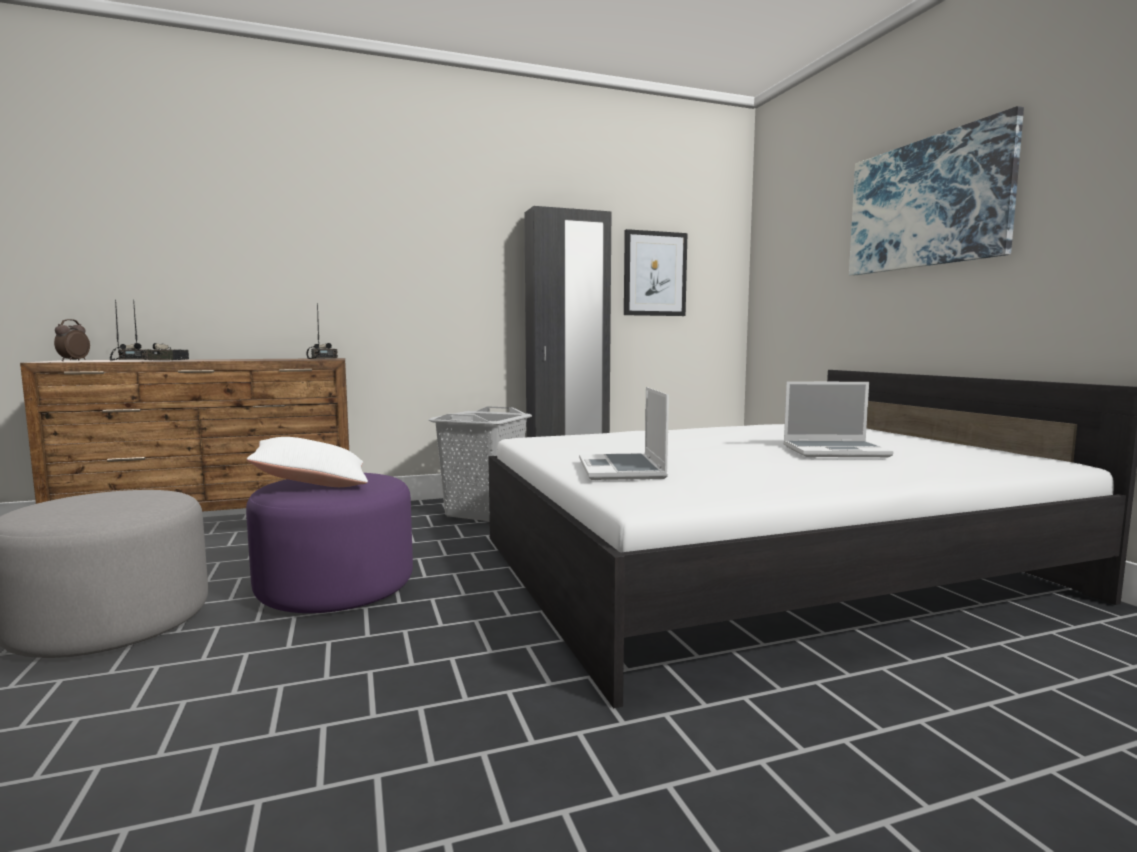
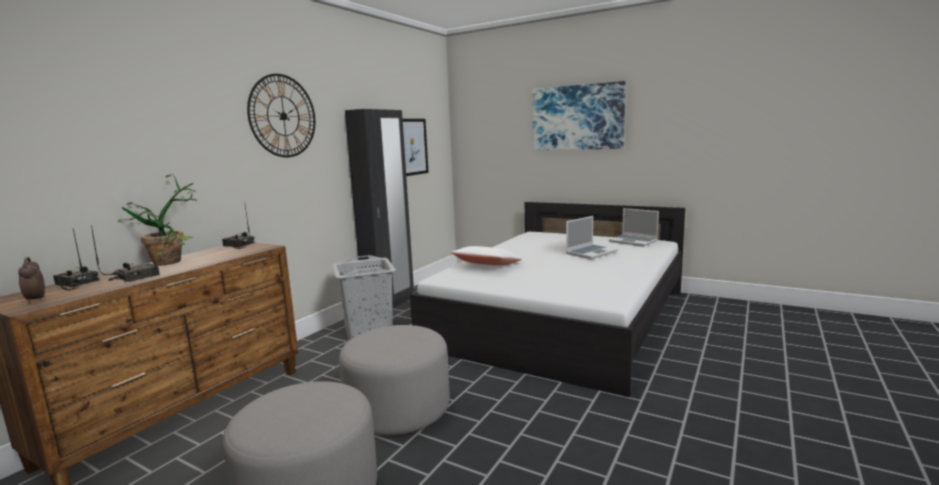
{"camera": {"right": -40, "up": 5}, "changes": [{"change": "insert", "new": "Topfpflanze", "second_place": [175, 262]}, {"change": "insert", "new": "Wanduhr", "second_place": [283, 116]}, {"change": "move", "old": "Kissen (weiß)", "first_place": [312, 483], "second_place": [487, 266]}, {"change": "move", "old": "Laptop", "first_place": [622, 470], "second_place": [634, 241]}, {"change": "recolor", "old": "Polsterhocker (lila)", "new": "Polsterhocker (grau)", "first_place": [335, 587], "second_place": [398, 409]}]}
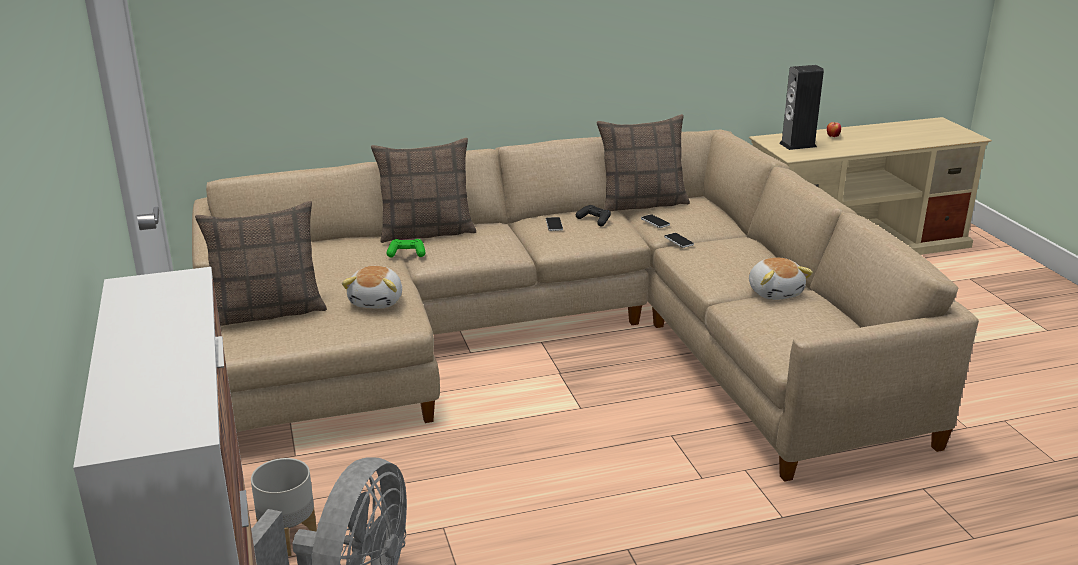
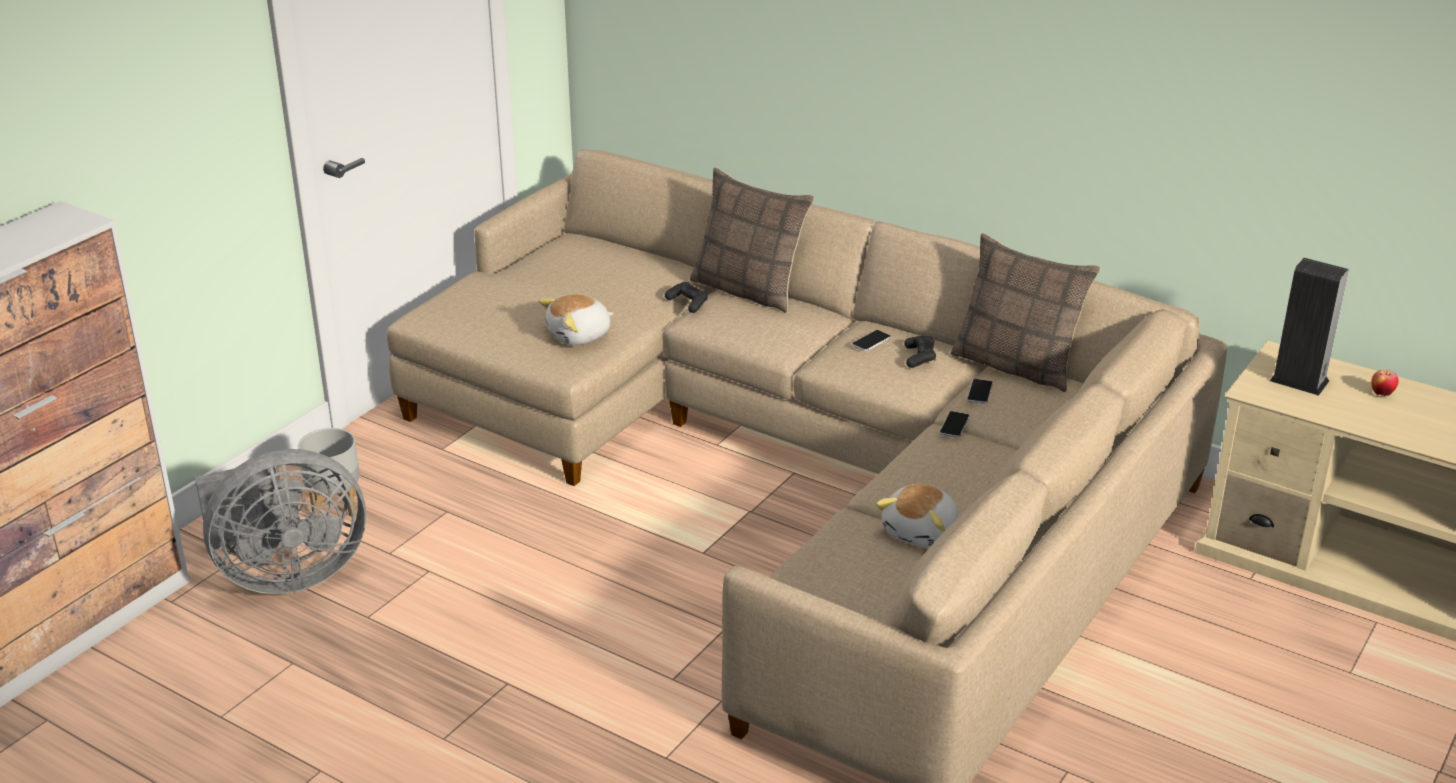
{"camera": {"right": 50, "up": 5}, "changes": [{"change": "delete", "old": "Kissen", "first_place": [268, 311]}, {"change": "recolor", "old": "Gamepad (grün)", "new": "Gamepad (schwarz)", "first_place": [406, 253], "second_place": [688, 303]}]}
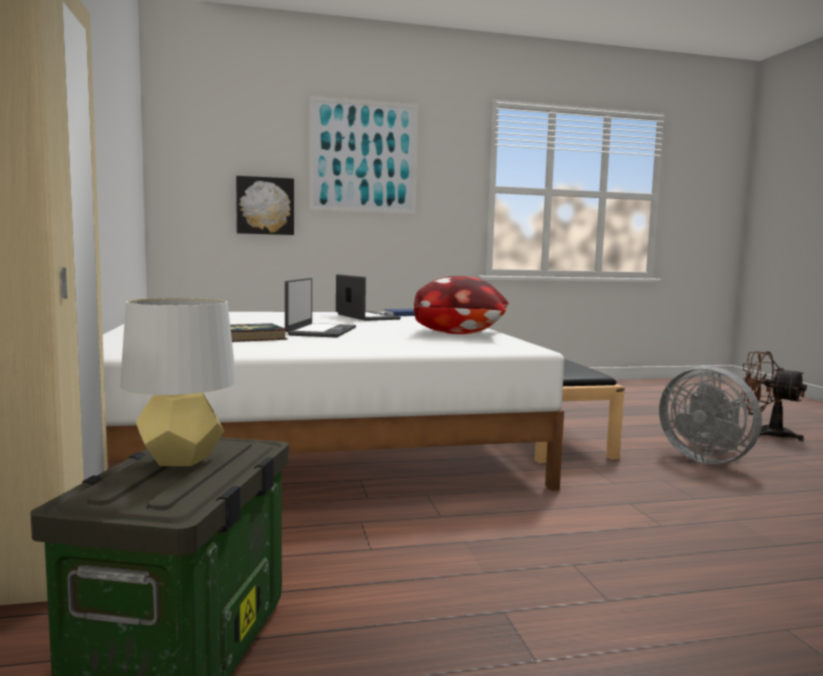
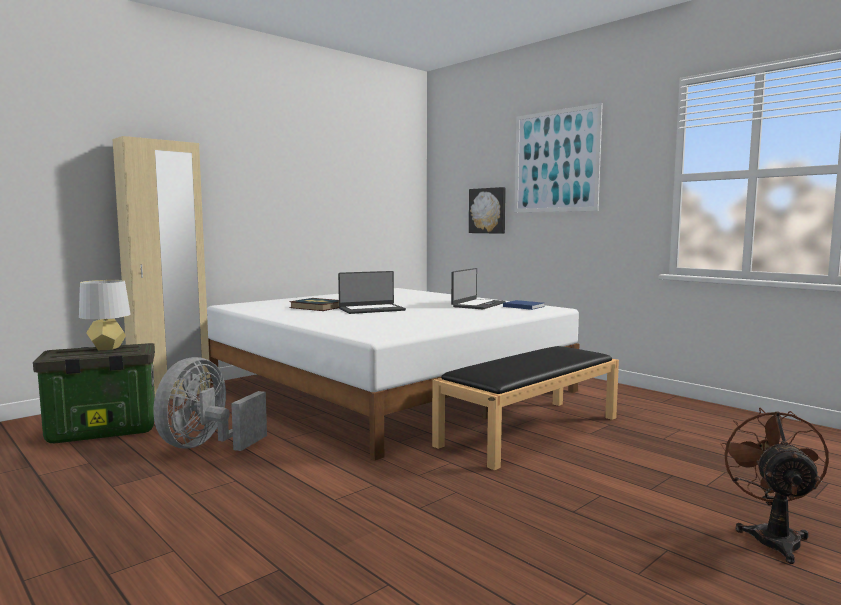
{"camera": {"right": 60, "up": 0}, "changes": [{"change": "delete", "old": "Kissen", "first_place": [462, 333]}, {"change": "move", "old": "Ventilator (grau)", "first_place": [706, 459], "second_place": [206, 446]}]}
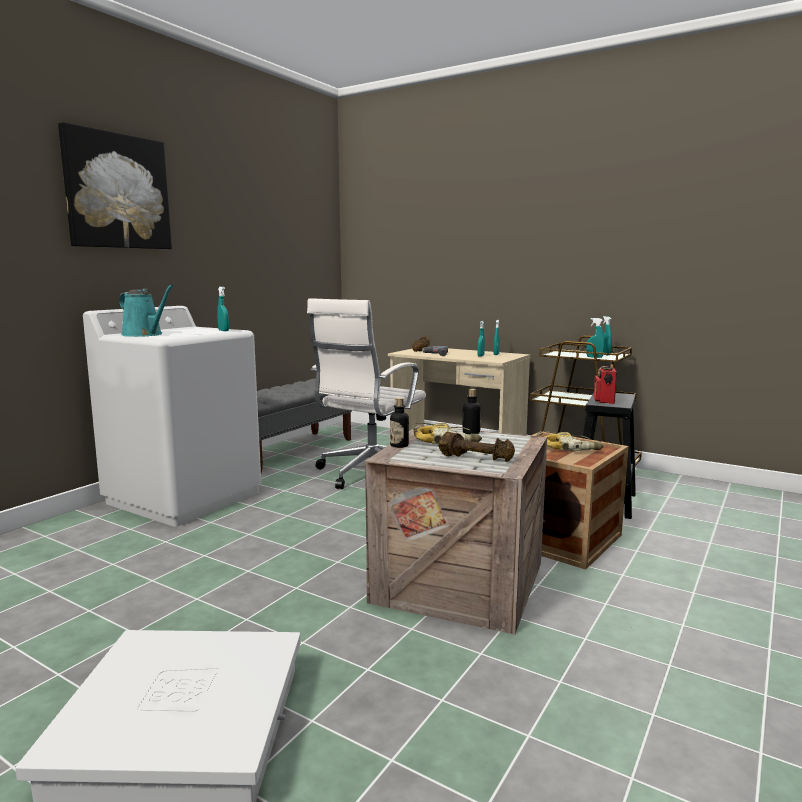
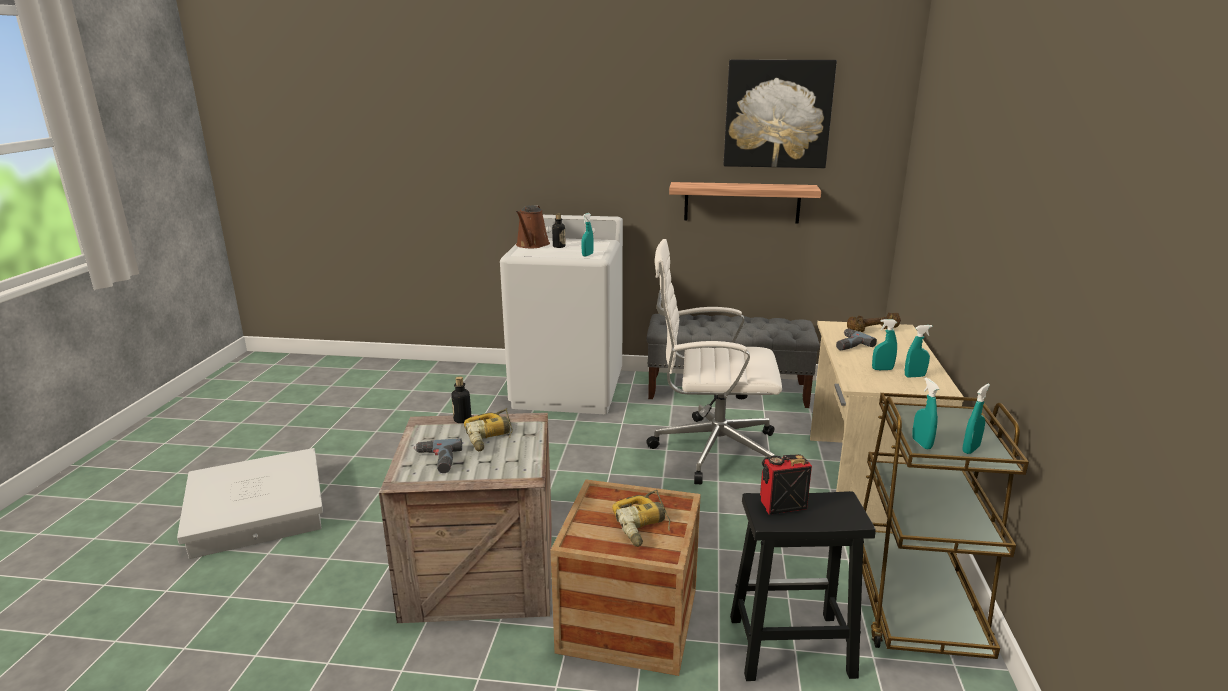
{"camera": {"right": 65, "up": 10}, "changes": [{"change": "insert", "new": "Wandregal", "second_place": [742, 202]}, {"change": "move", "old": "Bild", "first_place": [117, 191], "second_place": [777, 114]}, {"change": "move", "old": "Flasche", "first_place": [471, 433], "second_place": [559, 246]}, {"change": "replace", "old": "Hantel (braun)", "new": "Bohrmaschine", "first_place": [476, 458], "second_place": [437, 461]}, {"change": "recolor", "old": "Gießkanne (türkis)", "new": "Gießkanne (braun)", "first_place": [145, 334], "second_place": [531, 245]}]}
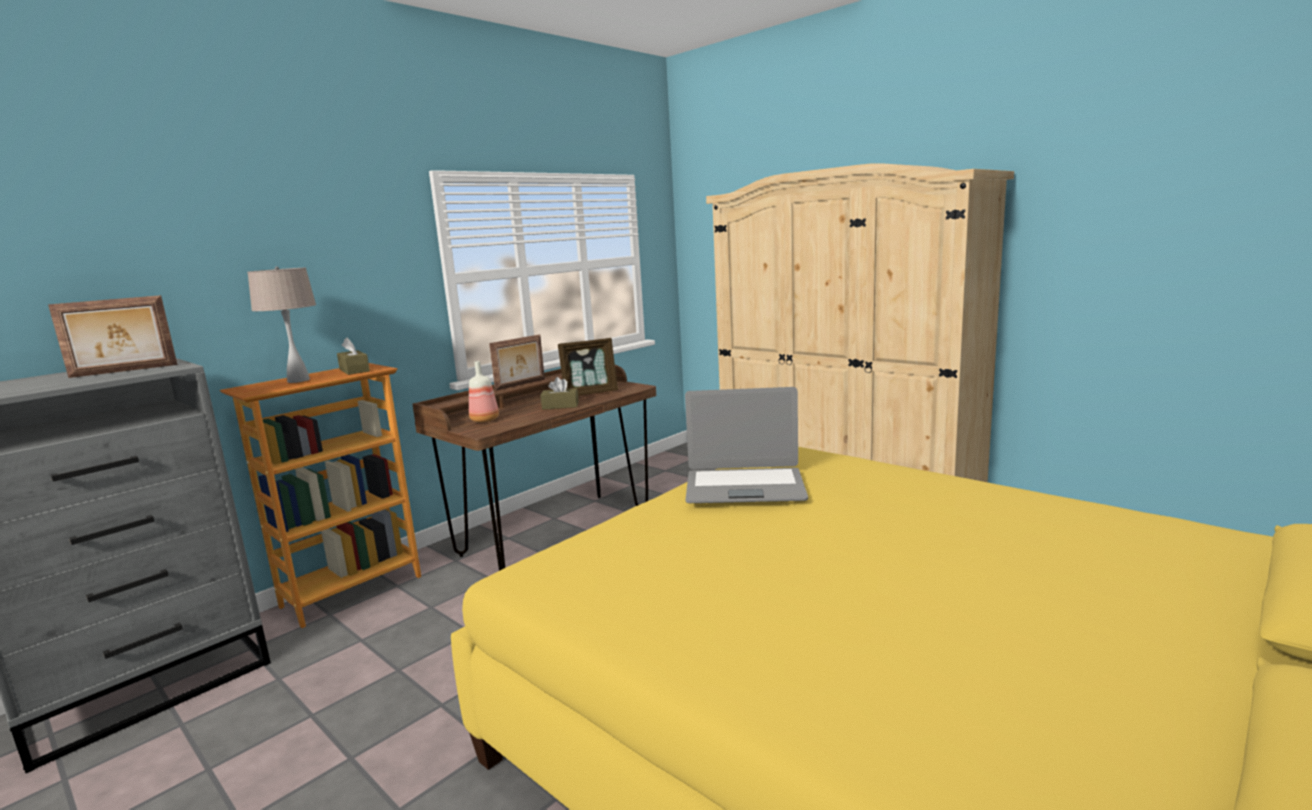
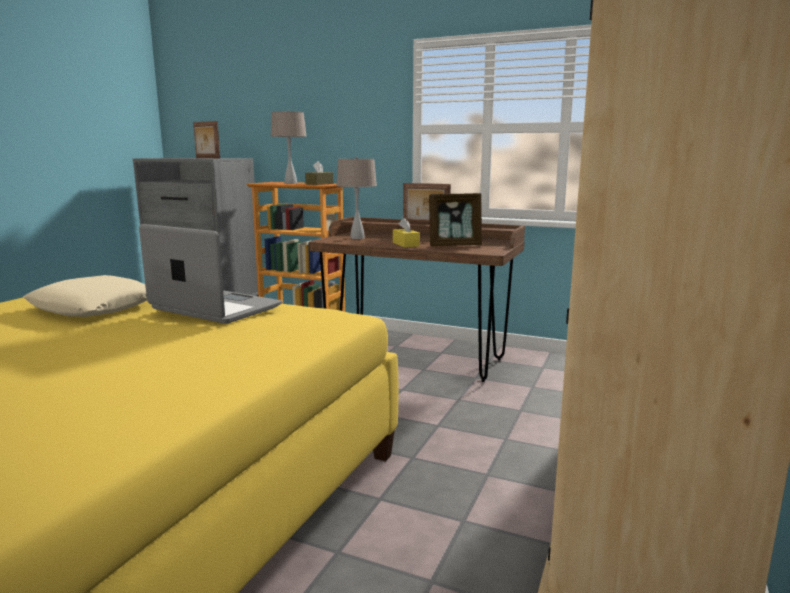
{"camera": {"right": 70, "up": 0}, "changes": [{"change": "insert", "new": "Kissen (beige)", "second_place": [93, 307]}, {"change": "replace", "old": "Flasche", "new": "Tischlampe (beige)", "first_place": [485, 420], "second_place": [357, 238]}, {"change": "recolor", "old": "Taschentuchbox (braun)", "new": "Taschentuchbox (gelb)", "first_place": [560, 406], "second_place": [405, 244]}, {"change": "rotate", "old": "Bilderrahmen", "first_place": [590, 393], "second_place": [455, 245], "degrees": -60}, {"change": "rotate", "old": "Laptop", "first_place": [744, 487], "second_place": [215, 308], "degrees": 135}]}
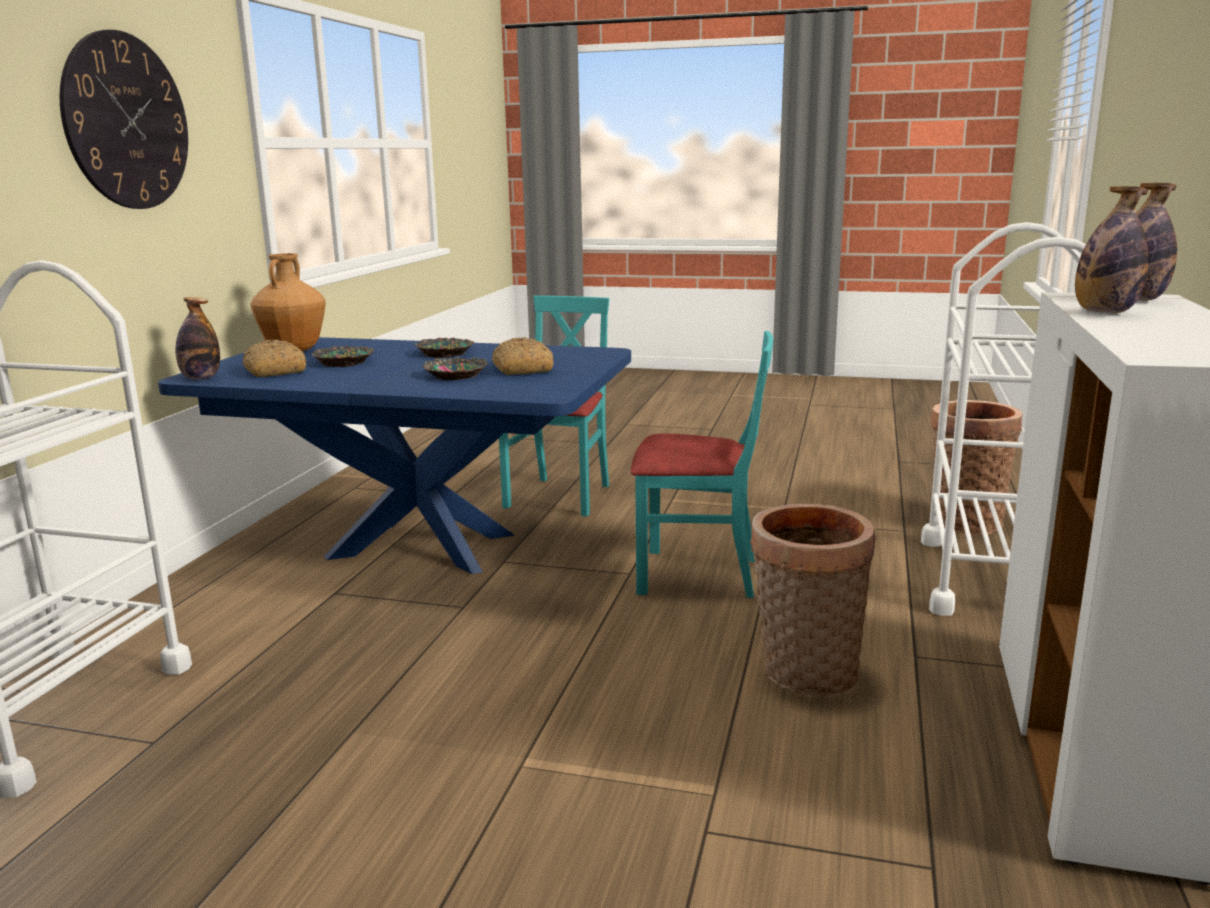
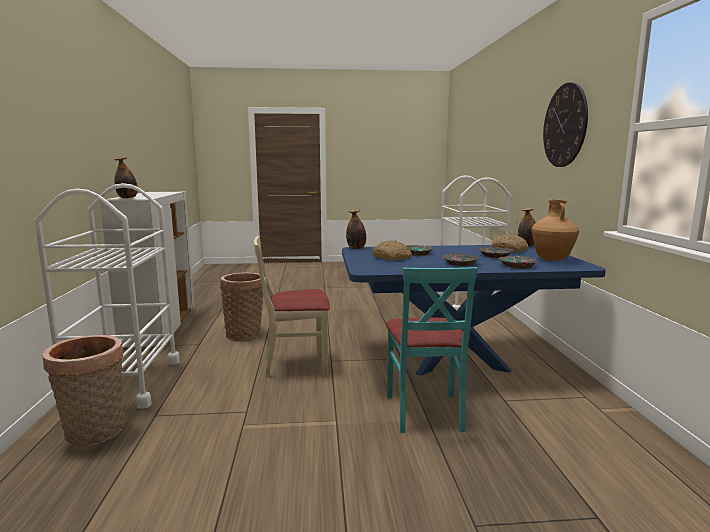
{"camera": {"right": 160, "up": -5}, "changes": [{"change": "insert", "new": "Schüssel", "second_place": [517, 265]}, {"change": "move", "old": "Flasche", "first_place": [1104, 312], "second_place": [356, 248]}, {"change": "recolor", "old": "Stuhl (türkis)", "new": "Stuhl (beige)", "first_place": [698, 574], "second_place": [295, 365]}]}
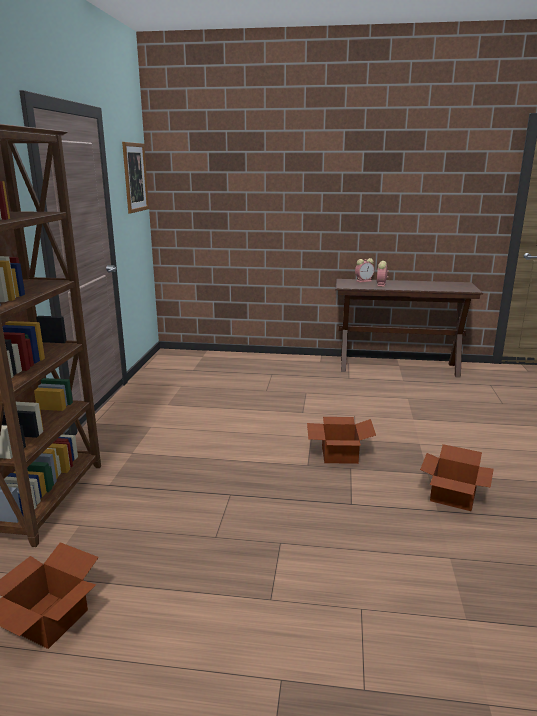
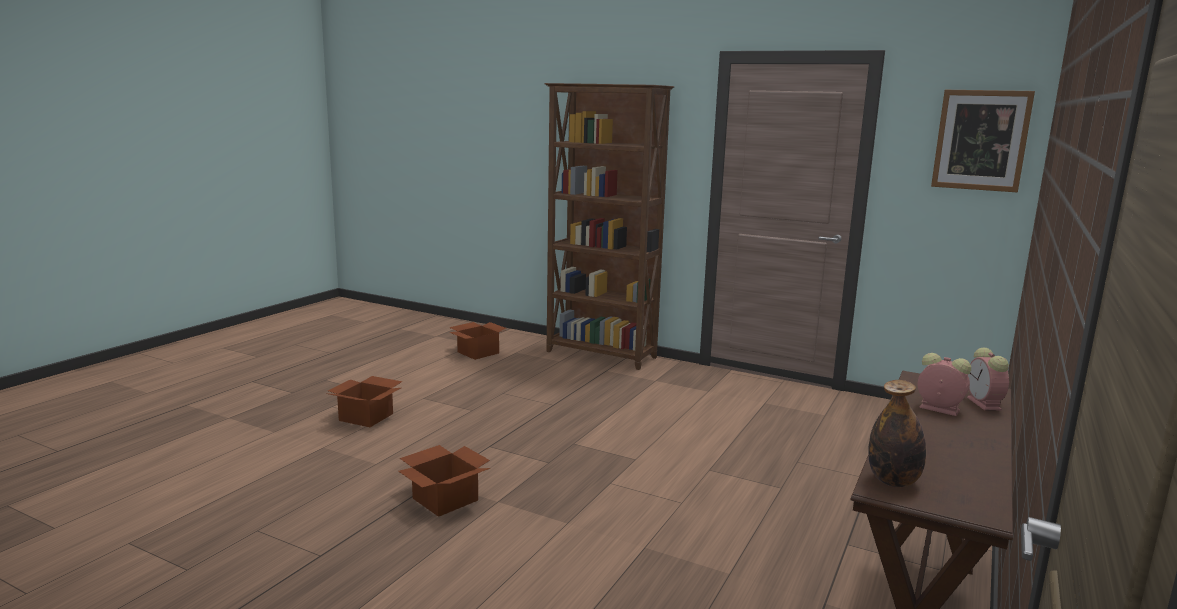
{"camera": {"right": 110, "up": -5}, "changes": [{"change": "insert", "new": "Flasche", "second_place": [893, 481]}, {"change": "move", "old": "Karton", "first_place": [338, 454], "second_place": [367, 417]}]}
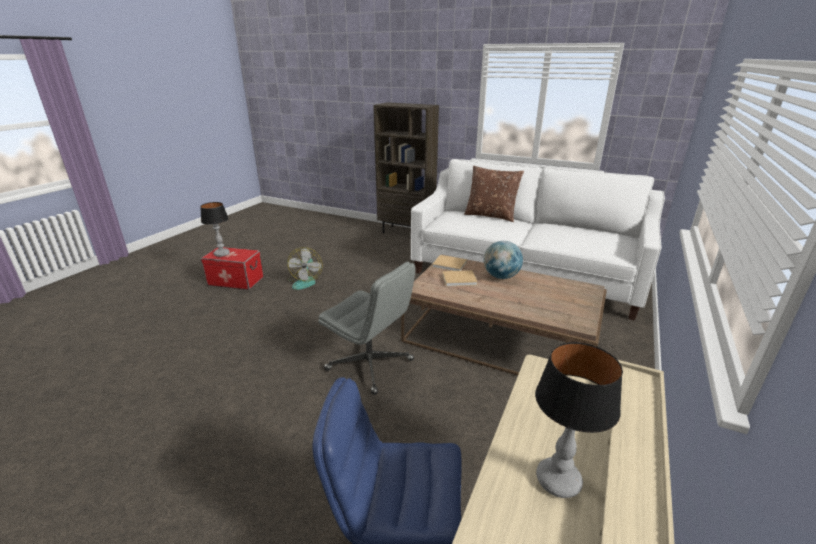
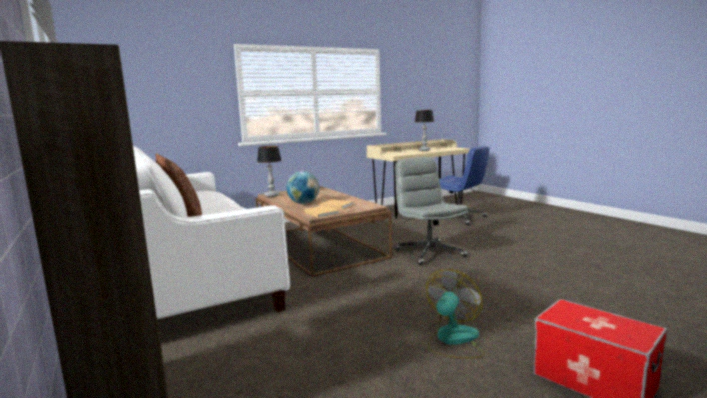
{"camera": {"right": -145, "up": -15}, "changes": [{"change": "move", "old": "Tischlampe", "first_place": [222, 254], "second_place": [271, 195]}]}
